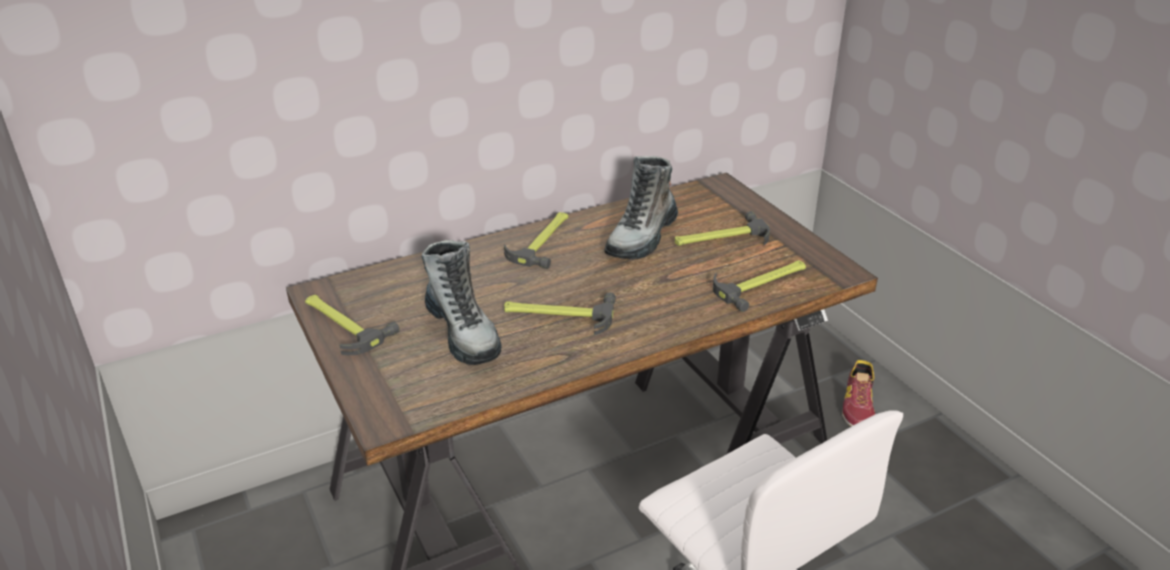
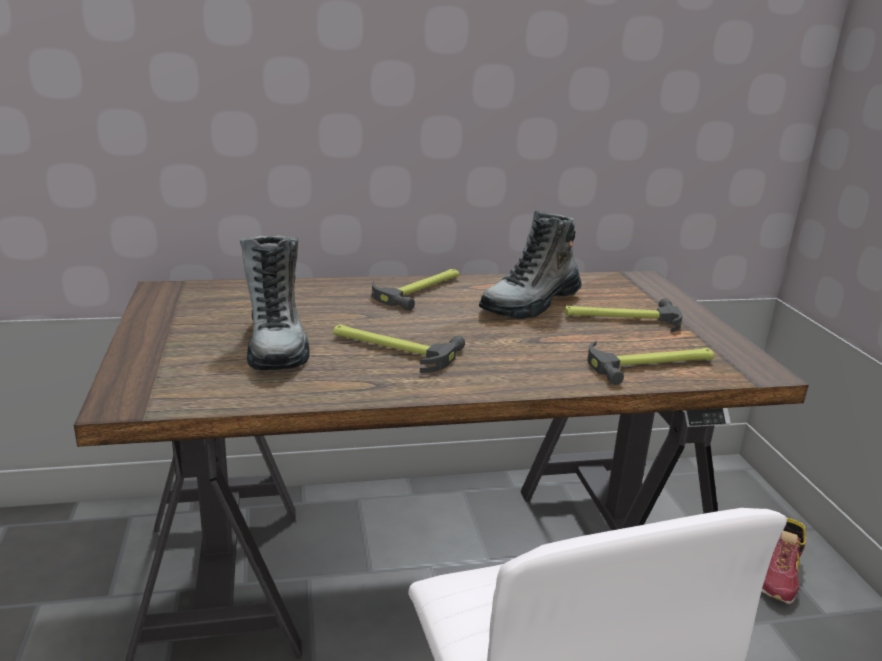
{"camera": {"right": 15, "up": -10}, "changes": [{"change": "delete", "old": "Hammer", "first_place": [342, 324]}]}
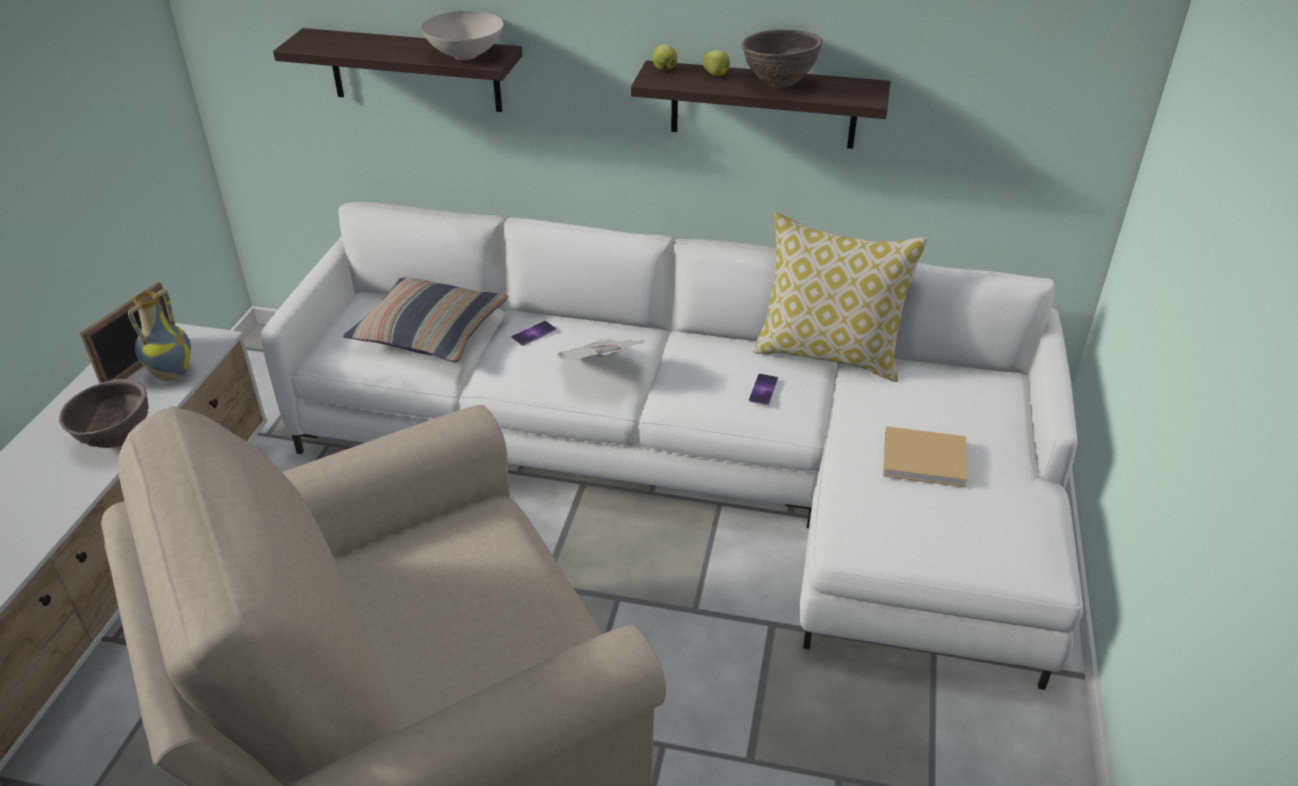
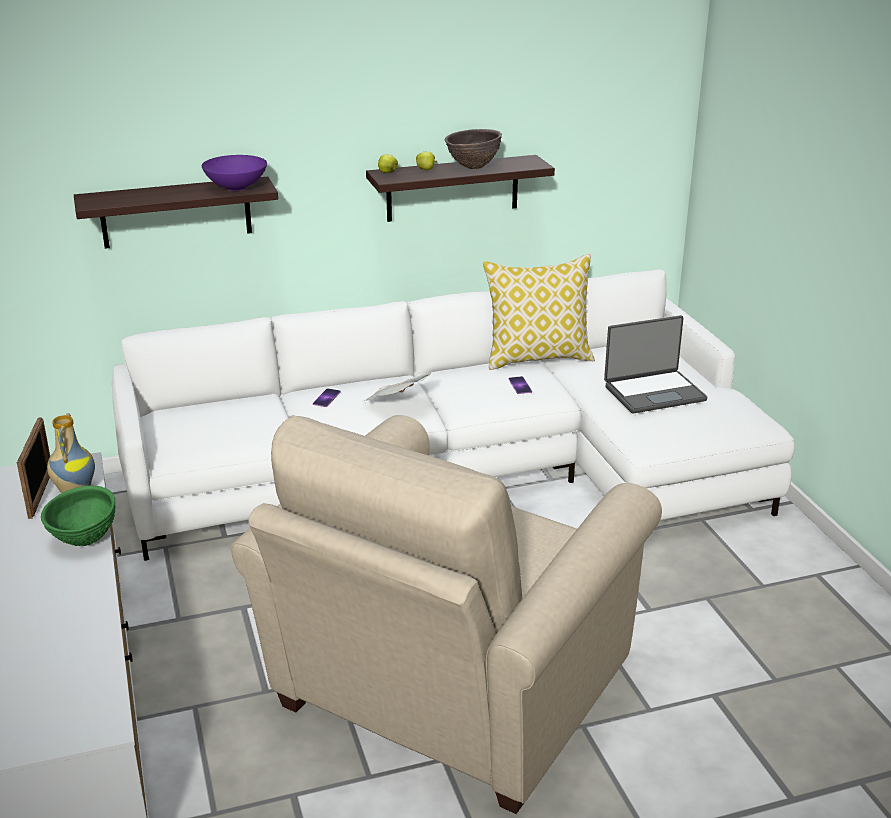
{"camera": {"right": -30, "up": -10}, "changes": [{"change": "delete", "old": "Kissen", "first_place": [430, 331]}, {"change": "replace", "old": "Buch (beige)", "new": "Laptop", "first_place": [927, 460], "second_place": [653, 392]}, {"change": "recolor", "old": "Schüssel (braun)", "new": "Schüssel (grün)", "first_place": [117, 440], "second_place": [84, 541]}, {"change": "recolor", "old": "Schüssel (weiß)", "new": "Schüssel (lila)", "first_place": [466, 54], "second_place": [236, 187]}]}
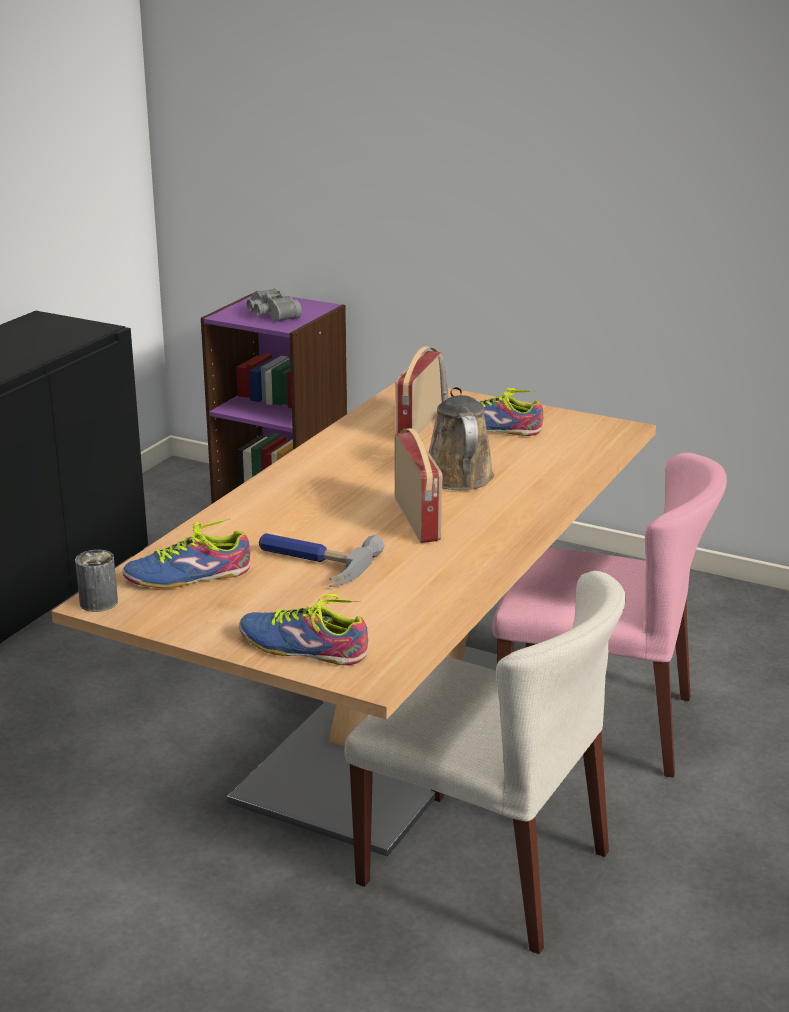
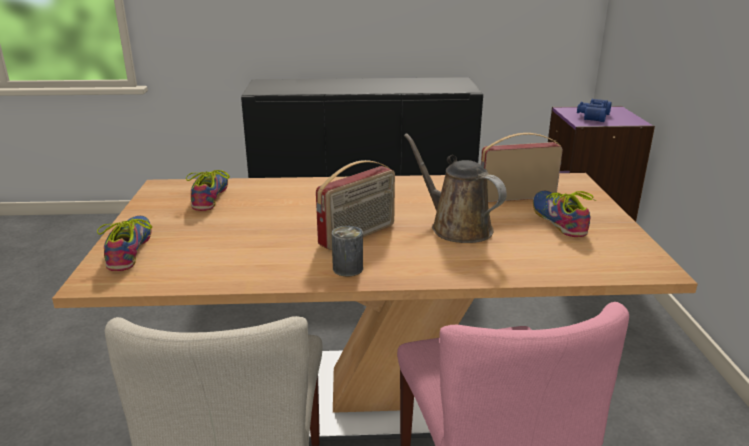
{"camera": {"right": 60, "up": 0}, "changes": [{"change": "delete", "old": "Hammer", "first_place": [311, 563]}, {"change": "move", "old": "Dose", "first_place": [98, 602], "second_place": [348, 268]}, {"change": "recolor", "old": "Fernglas (grau)", "new": "Fernglas (blau)", "first_place": [270, 315], "second_place": [592, 116]}, {"change": "rotate", "old": "Schuh", "first_place": [189, 576], "second_place": [210, 196], "degrees": 45}, {"change": "rotate", "old": "Gießkanne (braun)", "first_place": [456, 472], "second_place": [456, 227], "degrees": -90}]}
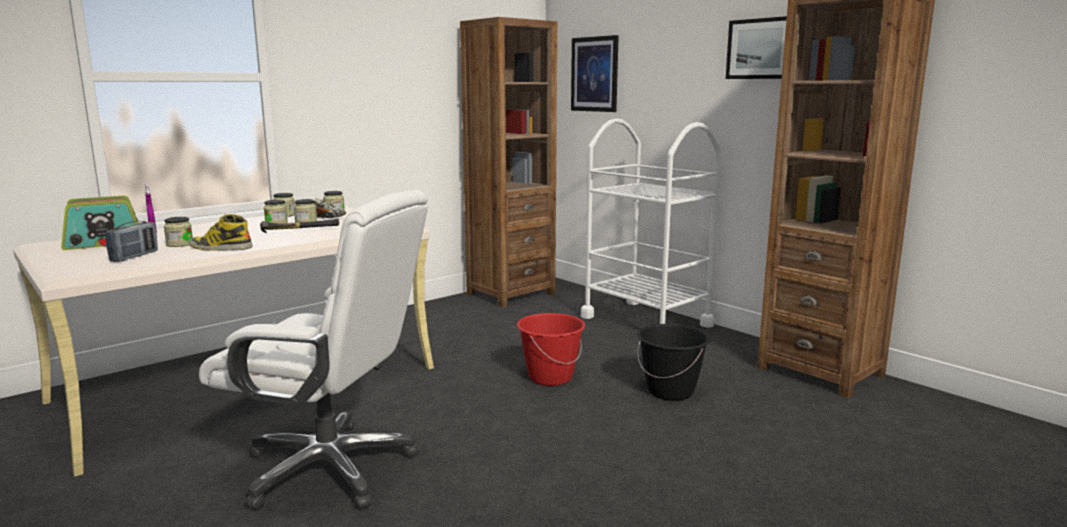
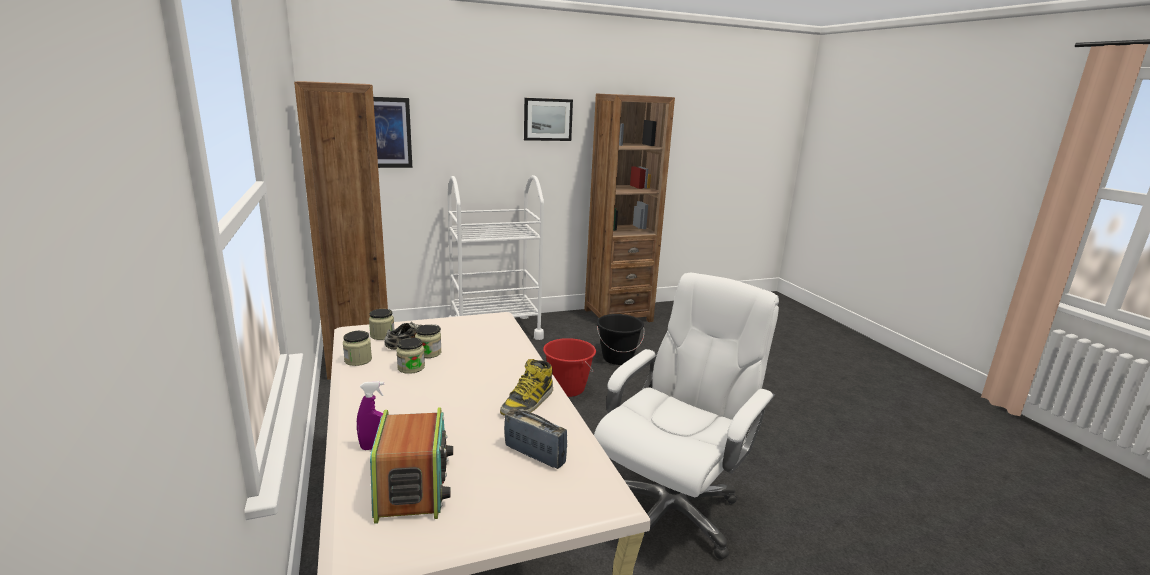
{"camera": {"right": -70, "up": 5}, "changes": [{"change": "delete", "old": "Vorratsglas", "first_place": [179, 244]}, {"change": "delete", "old": "Hammer", "first_place": [297, 232]}]}
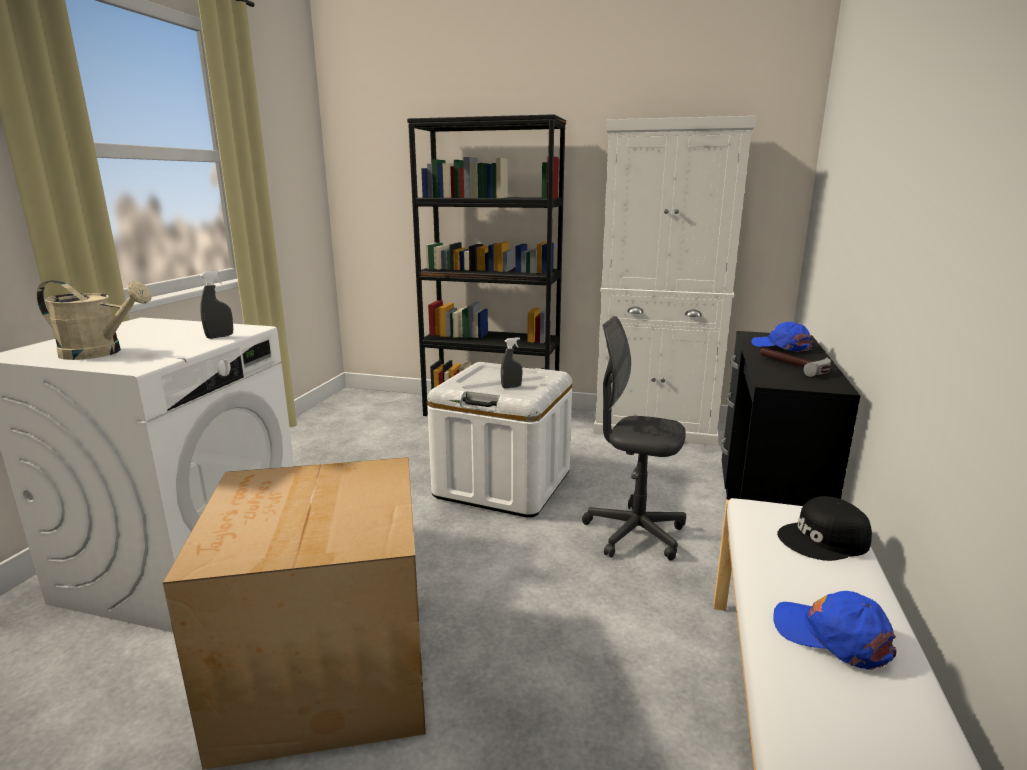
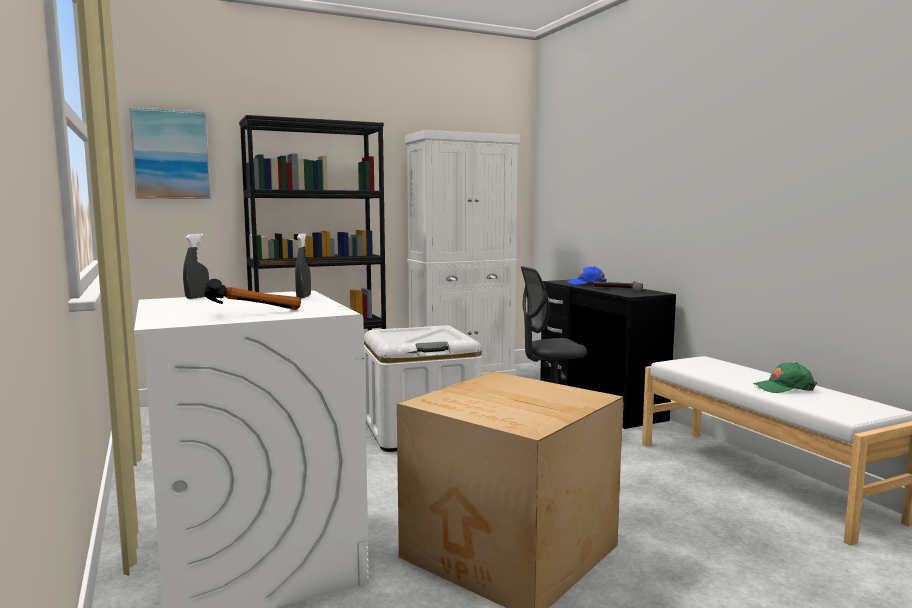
{"camera": {"right": -40, "up": -10}, "changes": [{"change": "delete", "old": "Kappe (schwarz)", "first_place": [824, 540]}, {"change": "insert", "new": "Bild", "second_place": [171, 154]}, {"change": "move", "old": "Sprühflasche (grau)", "first_place": [511, 387], "second_place": [197, 297]}, {"change": "replace", "old": "Gießkanne (beige)", "new": "Hammer", "first_place": [100, 353], "second_place": [253, 312]}, {"change": "recolor", "old": "Kappe (blau)", "new": "Kappe (grün)", "first_place": [832, 636], "second_place": [784, 388]}]}
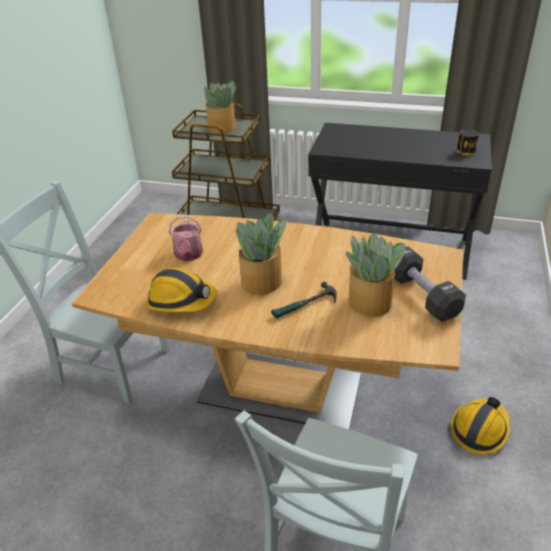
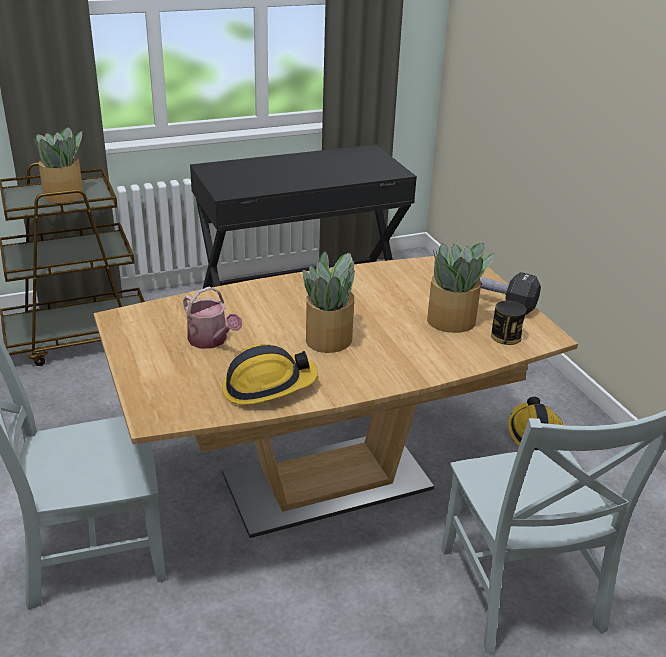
{"camera": {"right": -40, "up": -5}, "changes": [{"change": "delete", "old": "Hammer", "first_place": [305, 306]}, {"change": "move", "old": "Dose", "first_place": [466, 152], "second_place": [506, 336]}]}
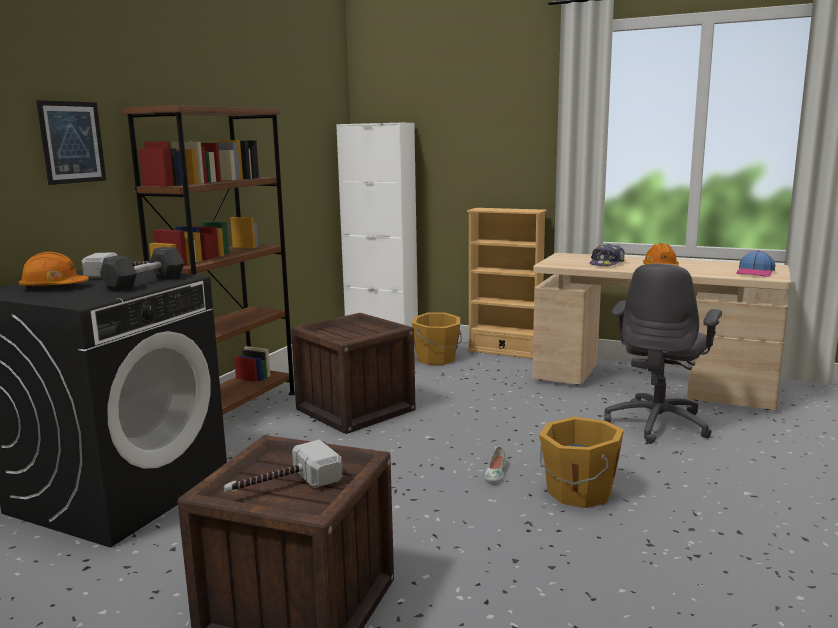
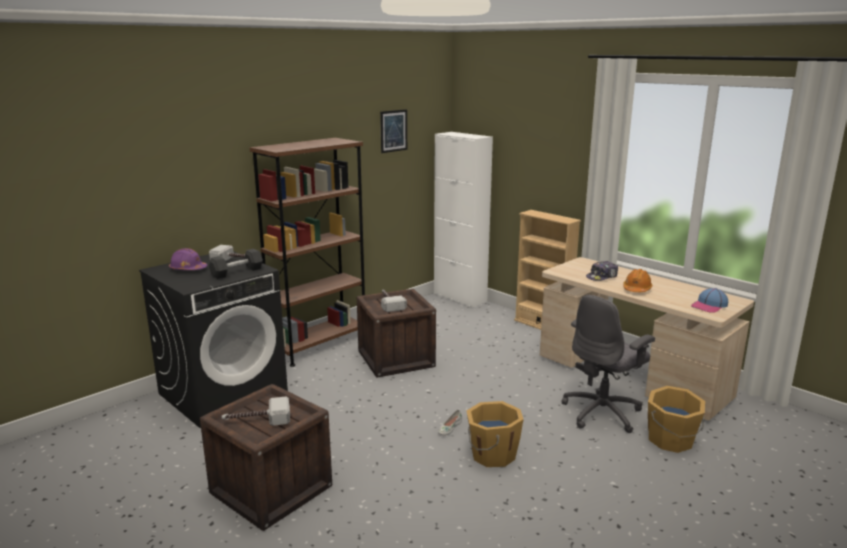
{"camera": {"right": 20, "up": 5}, "changes": [{"change": "insert", "new": "Hammer", "second_place": [389, 303]}, {"change": "move", "old": "Bild", "first_place": [72, 142], "second_place": [393, 131]}, {"change": "move", "old": "Eimer (orange)", "first_place": [437, 359], "second_place": [671, 440]}, {"change": "recolor", "old": "Schutzhelm (orange)", "new": "Schutzhelm (lila)", "first_place": [54, 287], "second_place": [188, 269]}]}
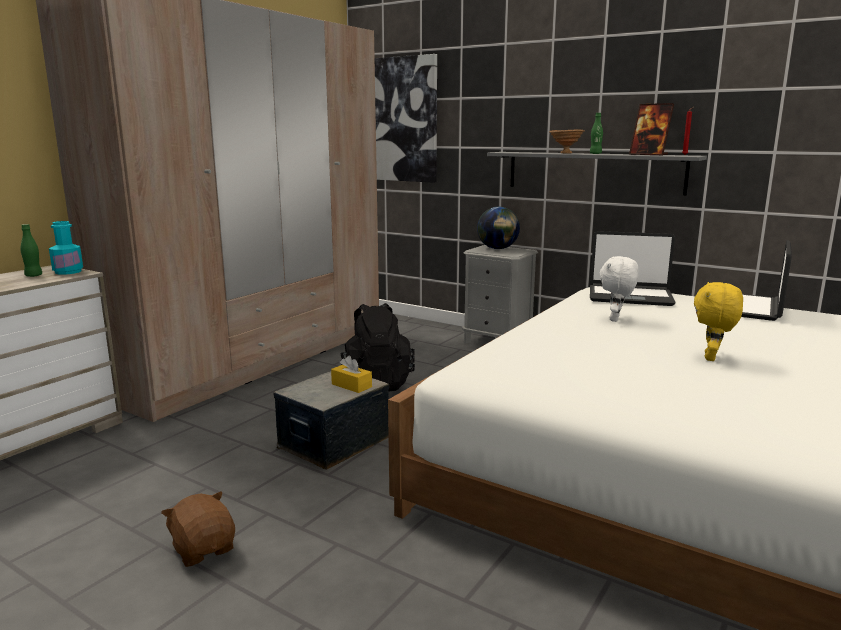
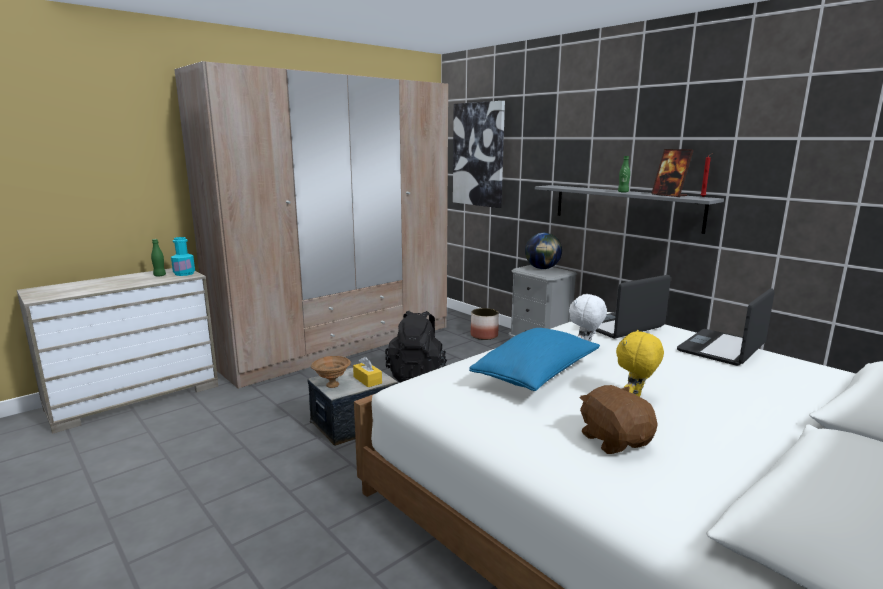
{"camera": {"right": 15, "up": 0}, "changes": [{"change": "insert", "new": "Kissen (blau)", "second_place": [536, 375]}, {"change": "insert", "new": "Pflanzkübel", "second_place": [484, 336]}, {"change": "move", "old": "Plüschtier (braun)", "first_place": [204, 549], "second_place": [614, 440]}, {"change": "move", "old": "Schüssel (braun)", "first_place": [565, 153], "second_place": [331, 385]}, {"change": "rotate", "old": "Laptop", "first_place": [630, 296], "second_place": [620, 326], "degrees": 120}]}
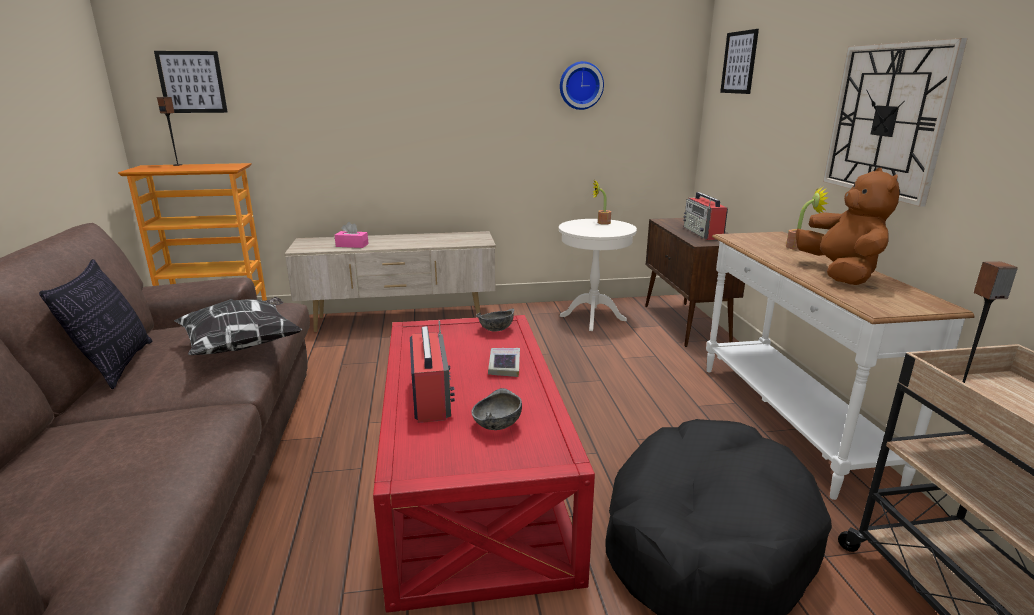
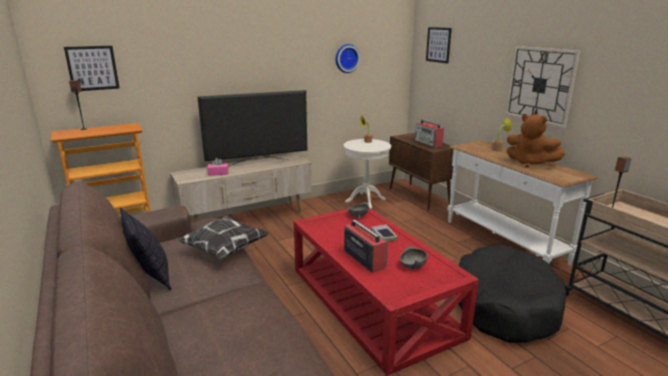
{"camera": {"right": -20, "up": 0}, "changes": [{"change": "insert", "new": "Fernseher", "second_place": [258, 163]}, {"change": "rotate", "old": "Plüschtier (braun)", "first_place": [840, 274], "second_place": [530, 163], "degrees": 150}]}
